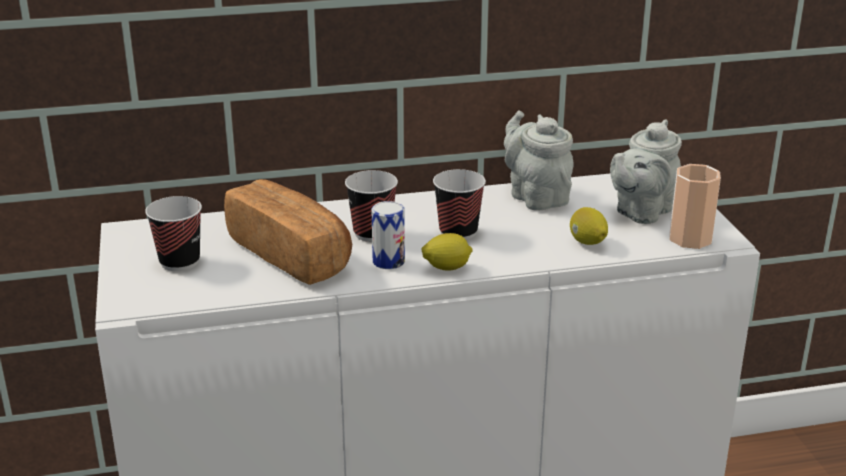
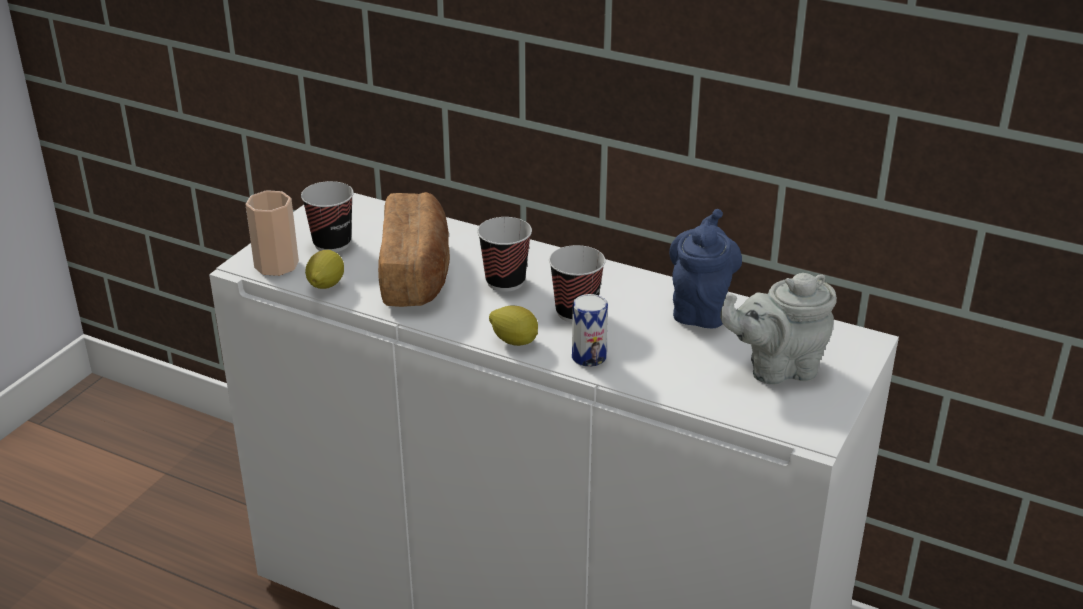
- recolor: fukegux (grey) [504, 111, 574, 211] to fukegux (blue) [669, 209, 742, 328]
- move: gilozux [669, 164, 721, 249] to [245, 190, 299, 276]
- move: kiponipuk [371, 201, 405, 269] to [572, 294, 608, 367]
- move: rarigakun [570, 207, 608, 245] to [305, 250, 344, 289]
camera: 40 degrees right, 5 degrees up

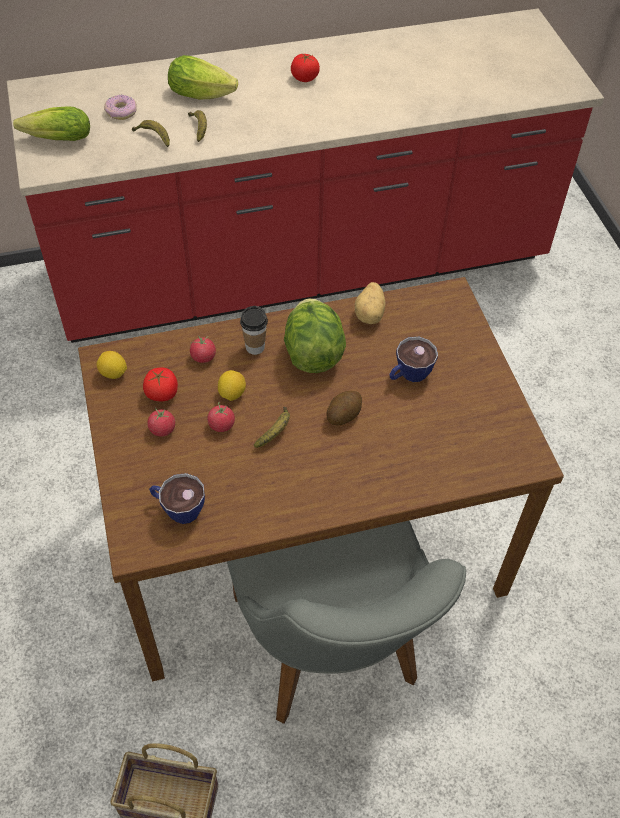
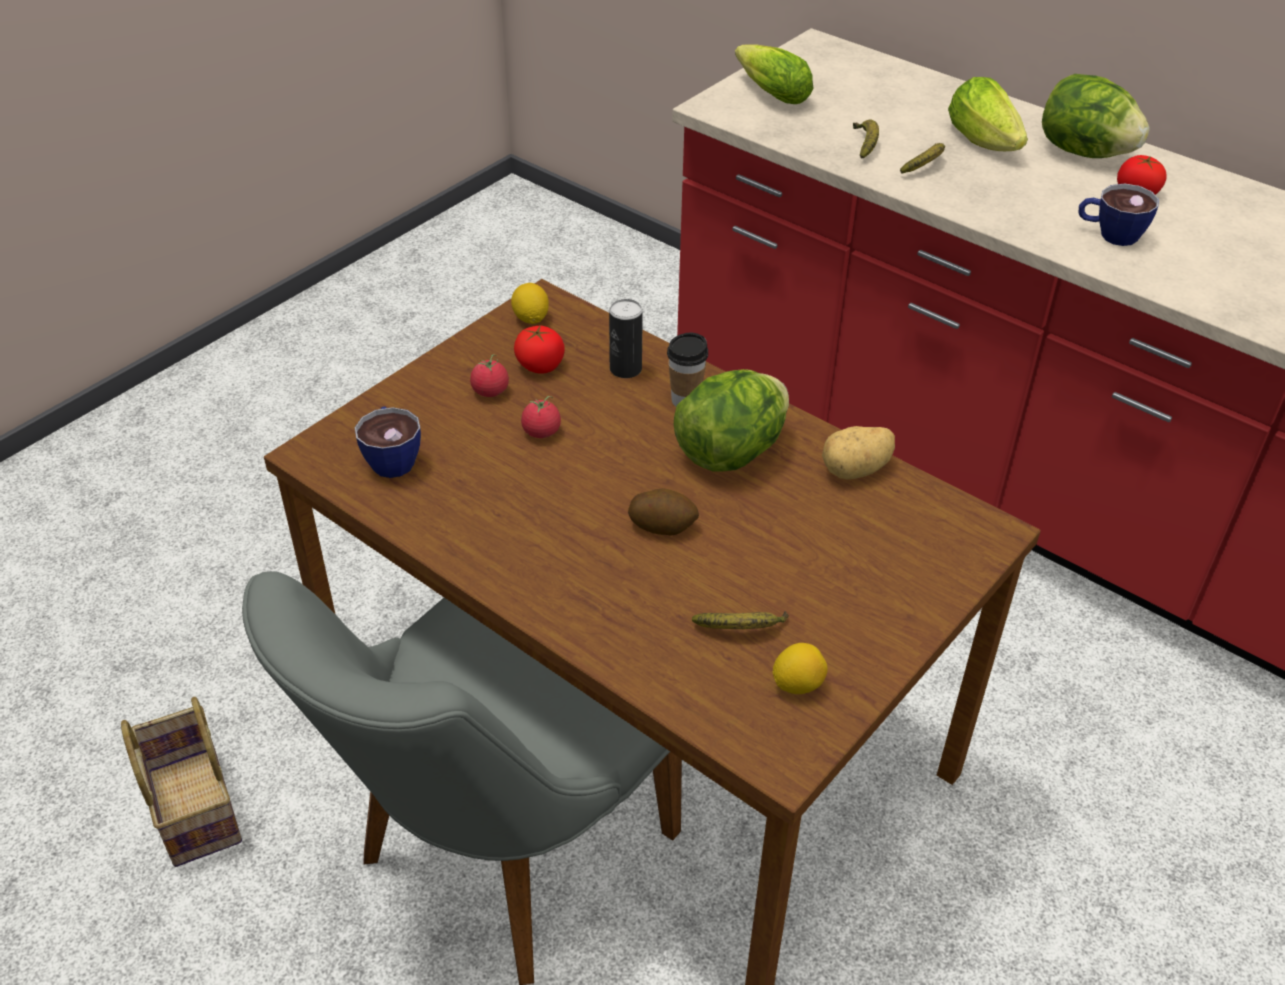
- delete: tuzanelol [104, 94, 137, 120]
- replace: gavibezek [190, 335, 216, 363] to kiponipuk [609, 299, 643, 378]
- move: gilozux [389, 337, 438, 382] to [1078, 183, 1159, 246]
- move: rarigakun [218, 370, 246, 401] to [772, 643, 828, 694]
- move: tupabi [254, 407, 290, 448] to [692, 611, 789, 629]
- insert: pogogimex [1042, 74, 1150, 158]
camera: 55 degrees right, 10 degrees down

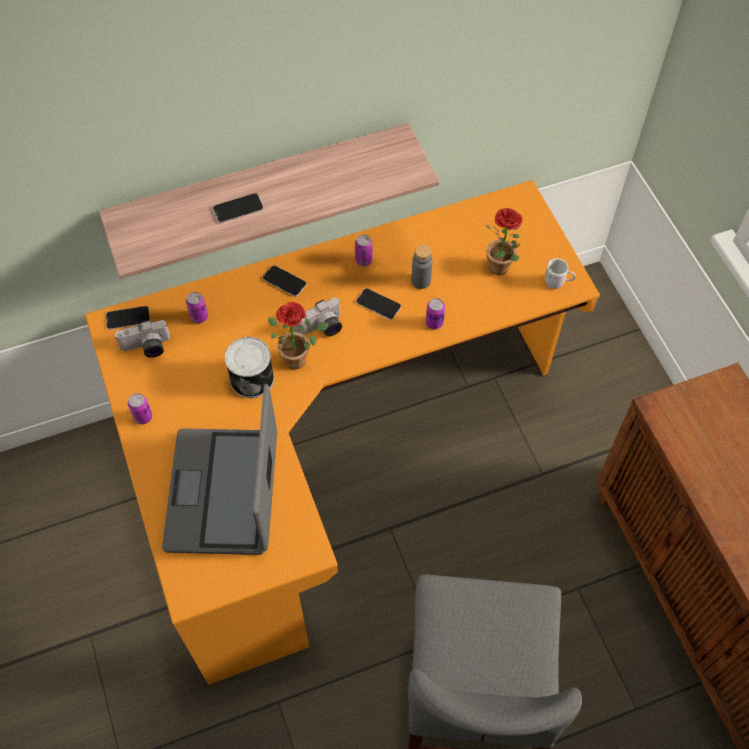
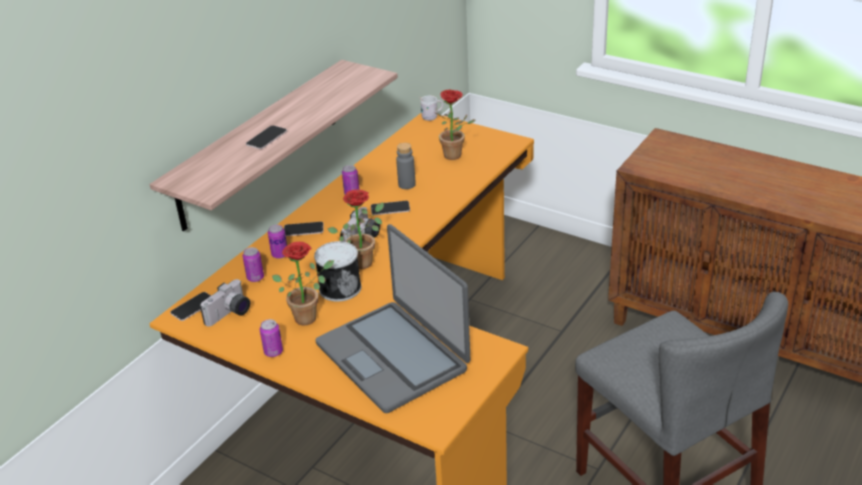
- move: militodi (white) [545, 258, 576, 289] to [419, 95, 443, 121]
- move: kiponipuk [426, 298, 445, 330] to [268, 225, 287, 259]
- insert: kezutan [272, 242, 334, 326]
camera: 35 degrees left, 25 degrees down

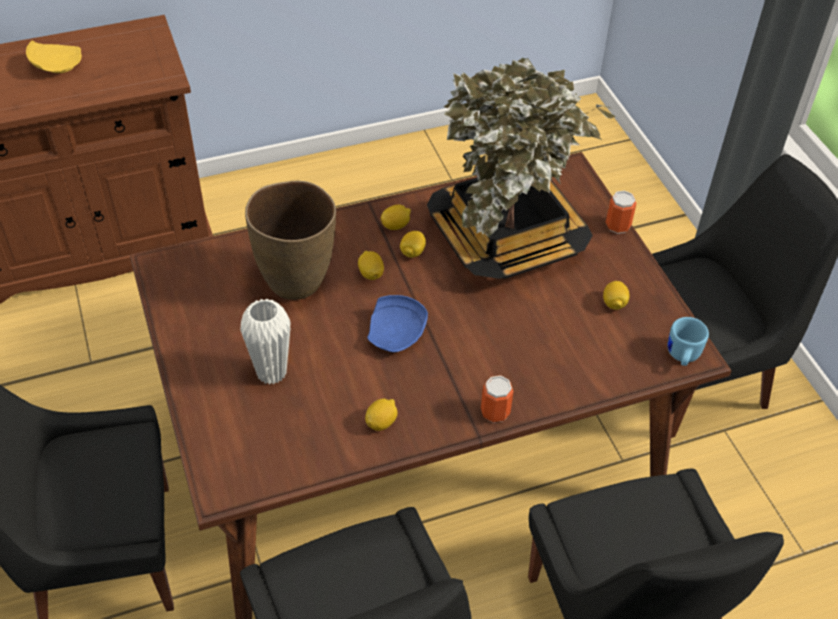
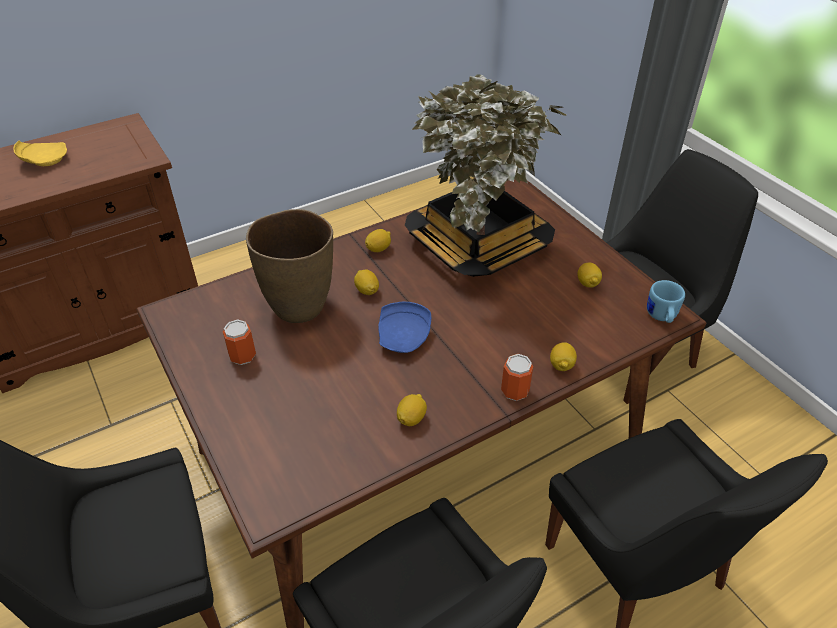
- move: kiponipuk [606, 190, 637, 234] to [223, 319, 256, 365]
- move: rarigakun [400, 231, 426, 258] to [550, 342, 577, 371]
- delete: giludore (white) [240, 299, 291, 385]
camera: 10 degrees left, 5 degrees down

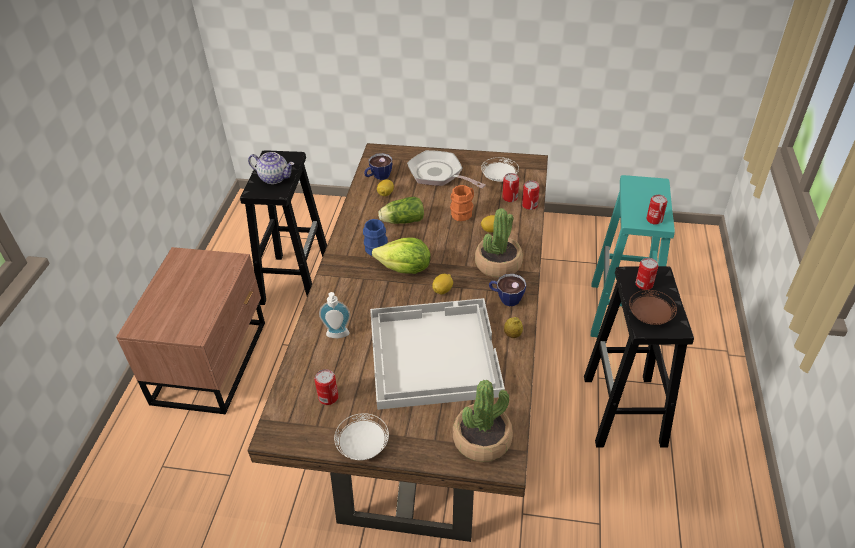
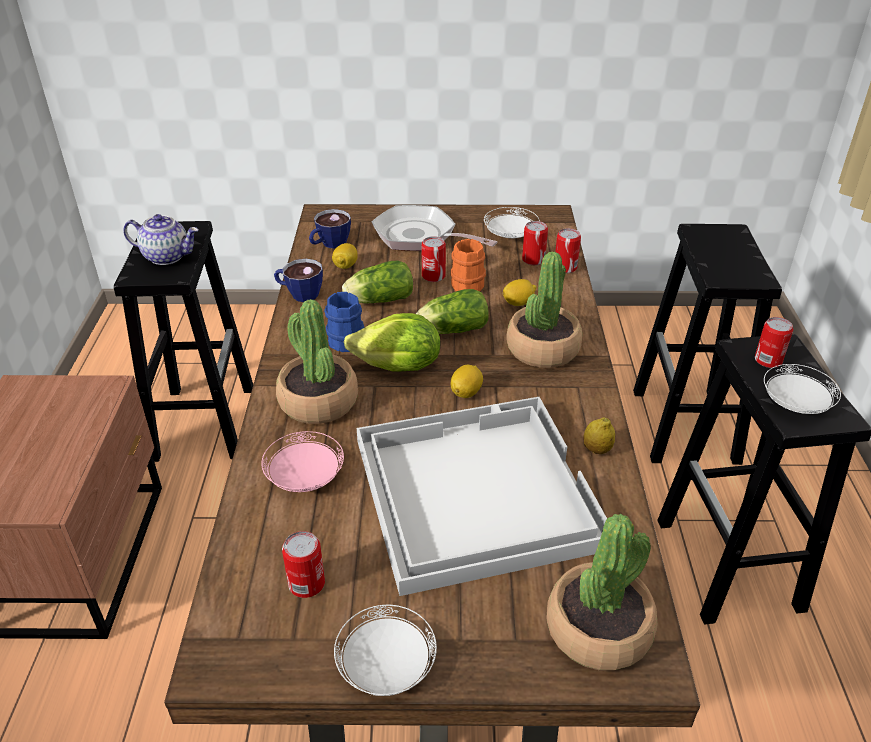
- recolor: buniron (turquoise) [591, 175, 675, 337] to buniron (black) [633, 224, 782, 465]
- move: kiponipuk [646, 194, 667, 225] to [421, 236, 446, 282]
- move: gilozux [489, 274, 526, 306] to [274, 259, 323, 302]
- recolor: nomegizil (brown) [629, 290, 677, 325] to nomegizil (white) [764, 364, 841, 414]
- replace: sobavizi [319, 292, 350, 338] to nomegizil (pink) [261, 431, 344, 492]
- insert: pogogimex [416, 289, 489, 334]
- insert: kezutan [276, 299, 358, 424]
camera: 10 degrees left, 5 degrees down

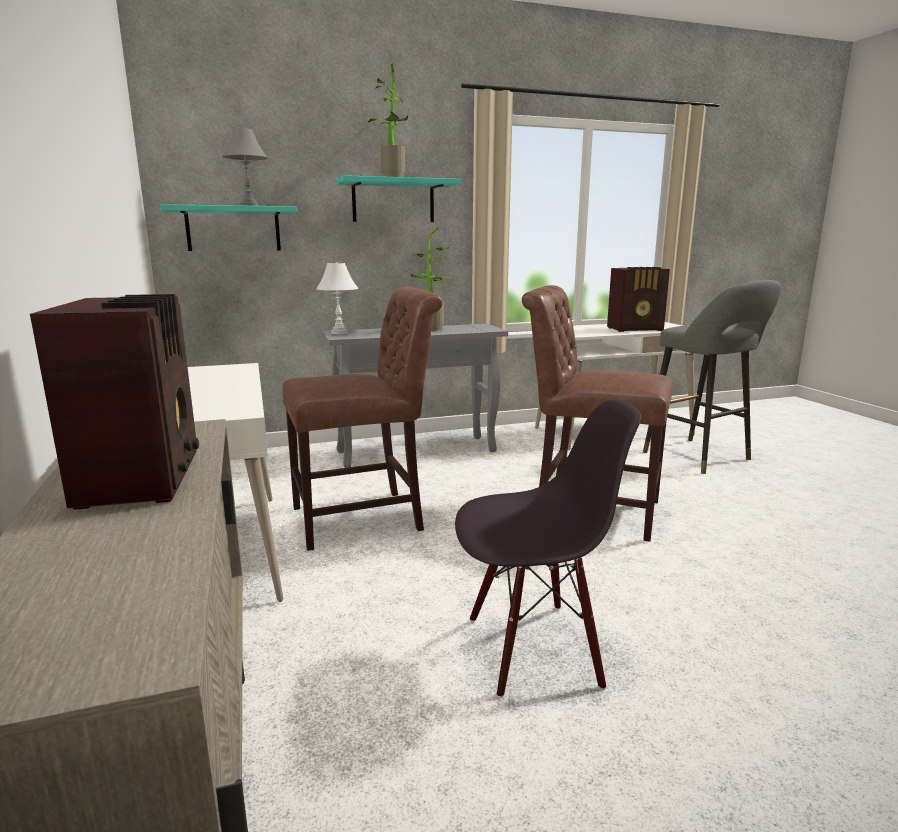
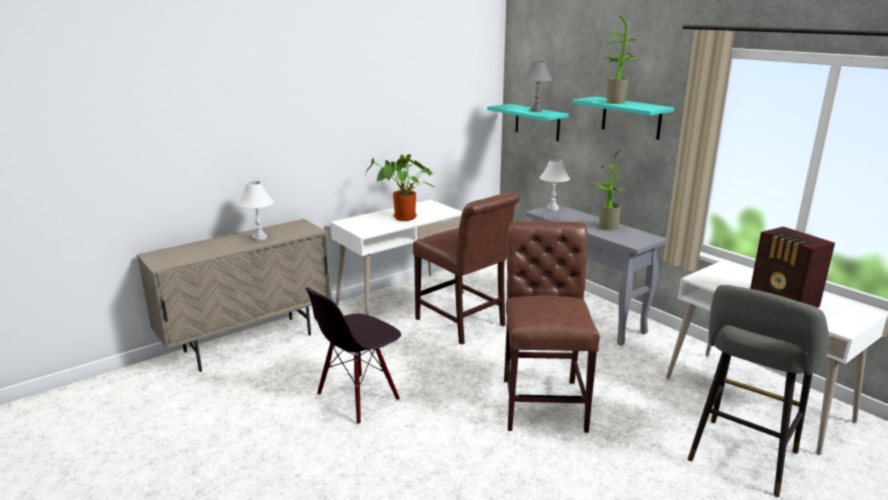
- replace: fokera [30, 294, 199, 510] to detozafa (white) [238, 181, 274, 241]
- rotate: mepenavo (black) [455, 399, 641, 698] = [305, 287, 401, 425] 75 degrees clockwise
- insert: kezutan [365, 154, 434, 221]
camera: 70 degrees right, 5 degrees up

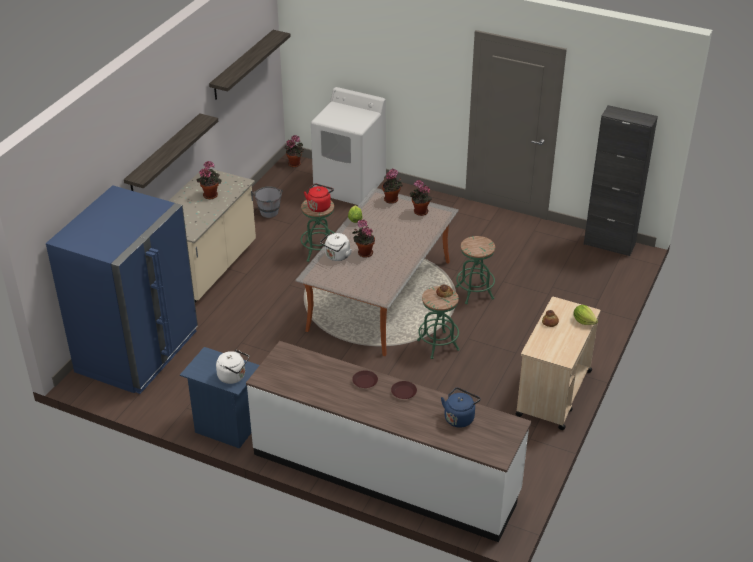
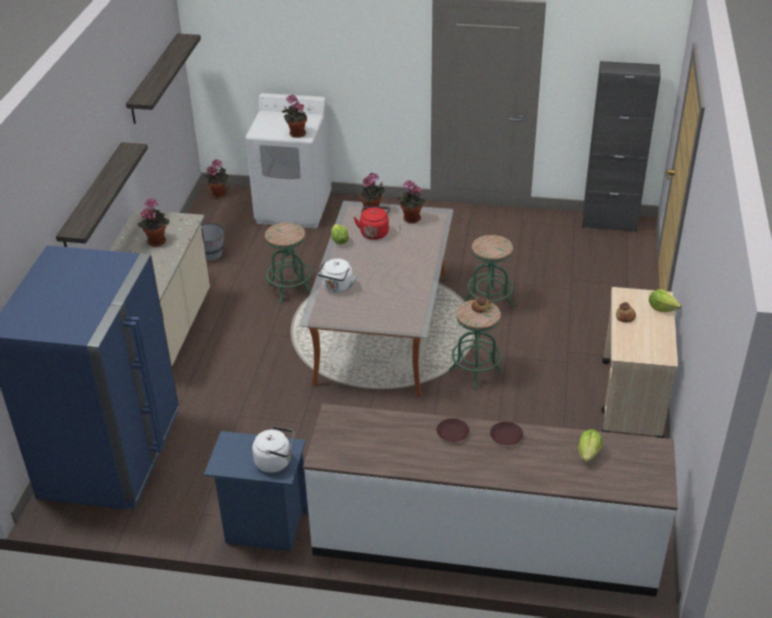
- move: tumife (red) [304, 184, 334, 212] to [354, 205, 390, 240]
- move: kezutan [352, 219, 375, 258] to [282, 95, 307, 138]
- replace: tumife (blue) [441, 388, 481, 428] to pogogimex [578, 429, 603, 462]
camera: 15 degrees left, 0 degrees up

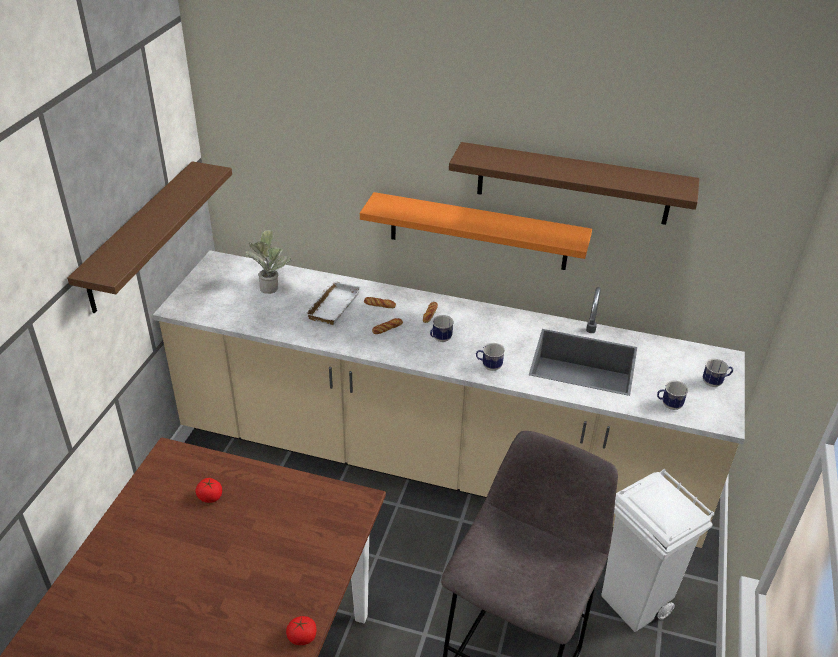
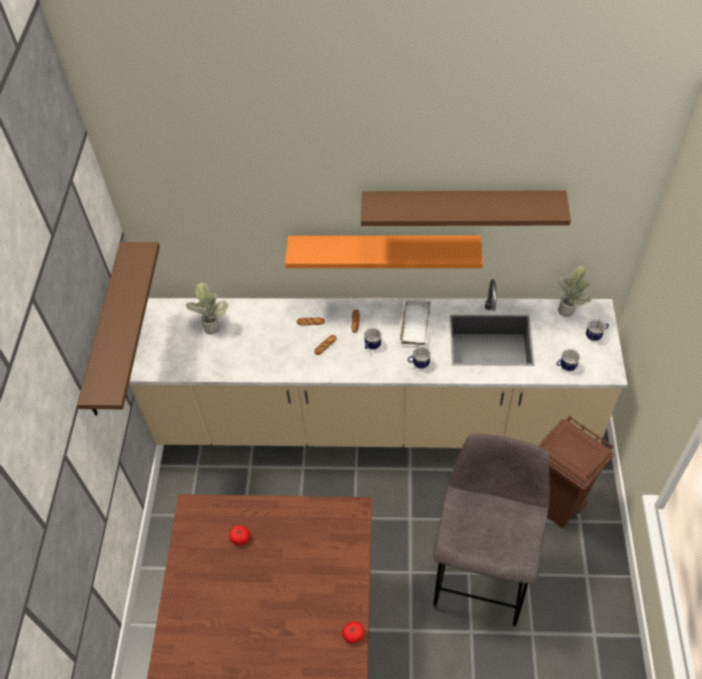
- move: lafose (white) [304, 281, 361, 325] to [398, 299, 431, 345]
- recolor: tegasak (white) [601, 469, 714, 632] to tegasak (brown) [538, 416, 614, 528]
- insert: kezutan [556, 266, 592, 317]
camera: 10 degrees left, 15 degrees up

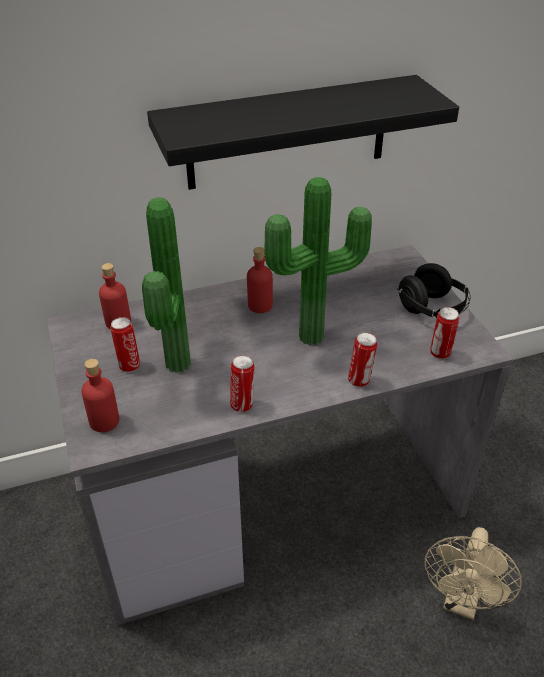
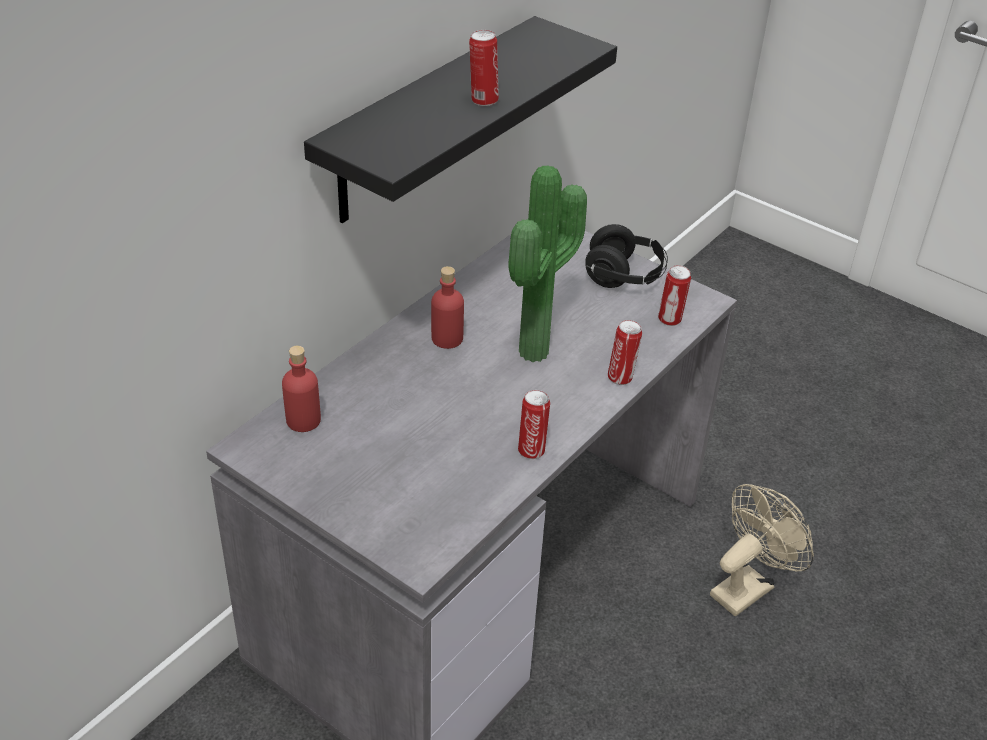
- delete: kezutan [142, 197, 191, 373]
- move: kiponipuk [110, 317, 140, 372] to [469, 30, 499, 106]
- delete: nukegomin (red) [81, 359, 119, 432]
- rotate: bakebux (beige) [424, 527, 522, 620] = [710, 484, 814, 616] 120 degrees counterclockwise
camera: 35 degrees left, 0 degrees up

